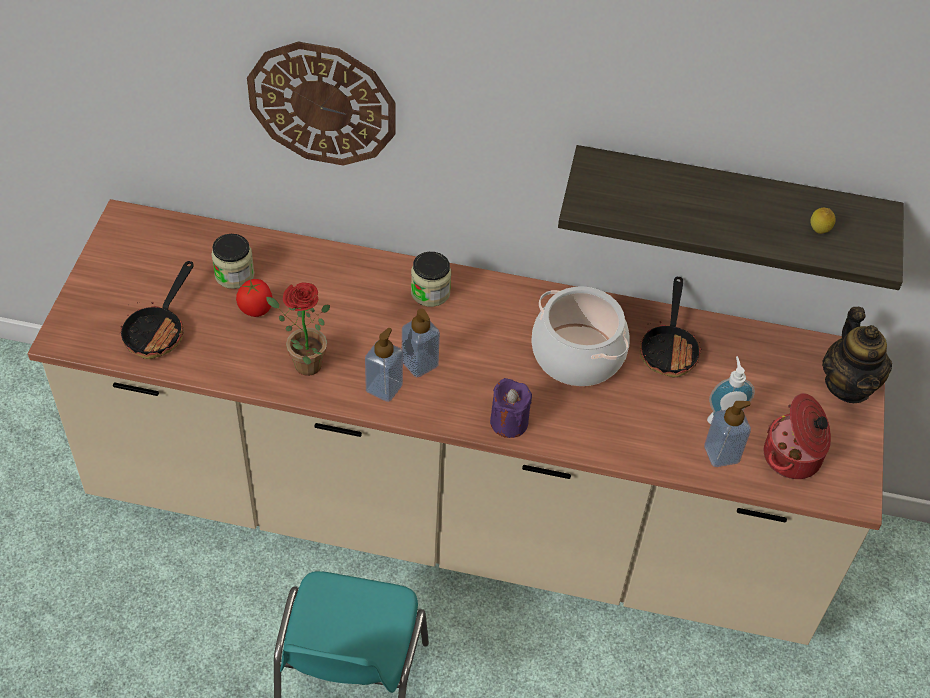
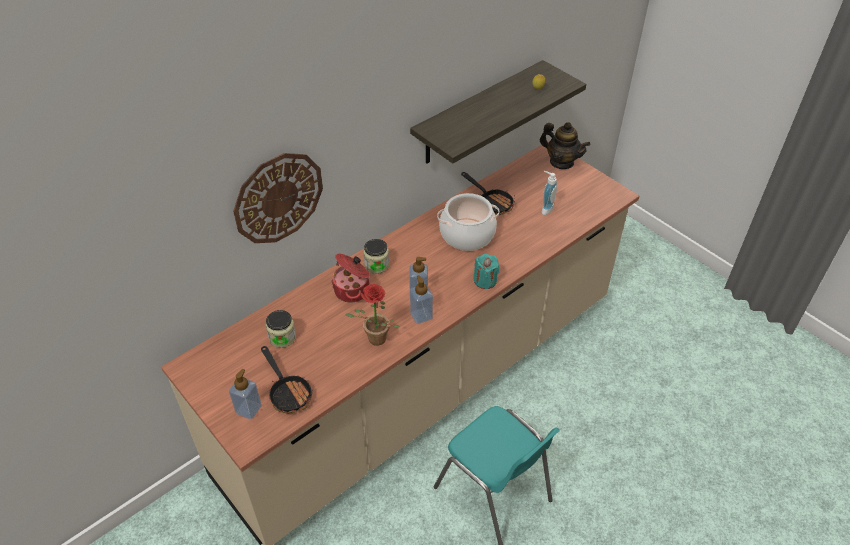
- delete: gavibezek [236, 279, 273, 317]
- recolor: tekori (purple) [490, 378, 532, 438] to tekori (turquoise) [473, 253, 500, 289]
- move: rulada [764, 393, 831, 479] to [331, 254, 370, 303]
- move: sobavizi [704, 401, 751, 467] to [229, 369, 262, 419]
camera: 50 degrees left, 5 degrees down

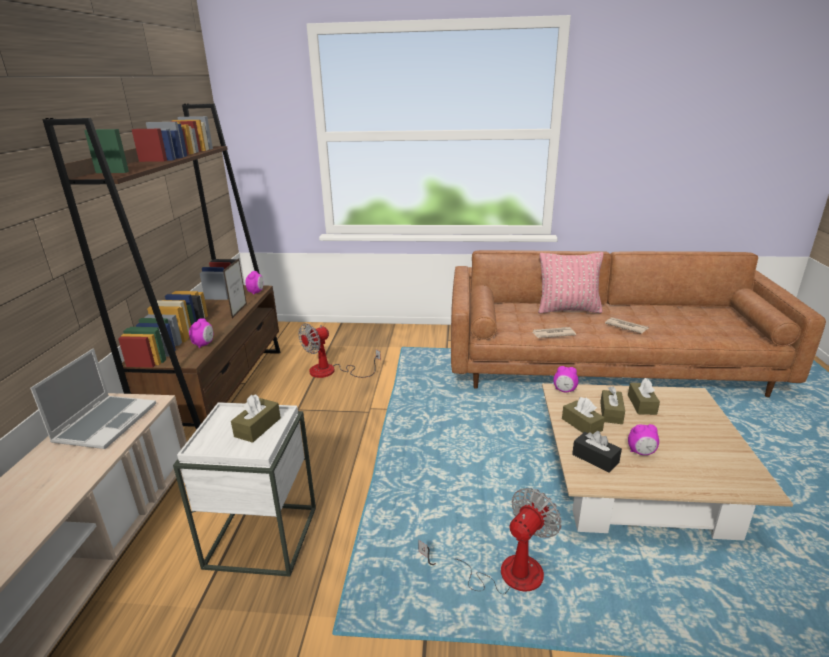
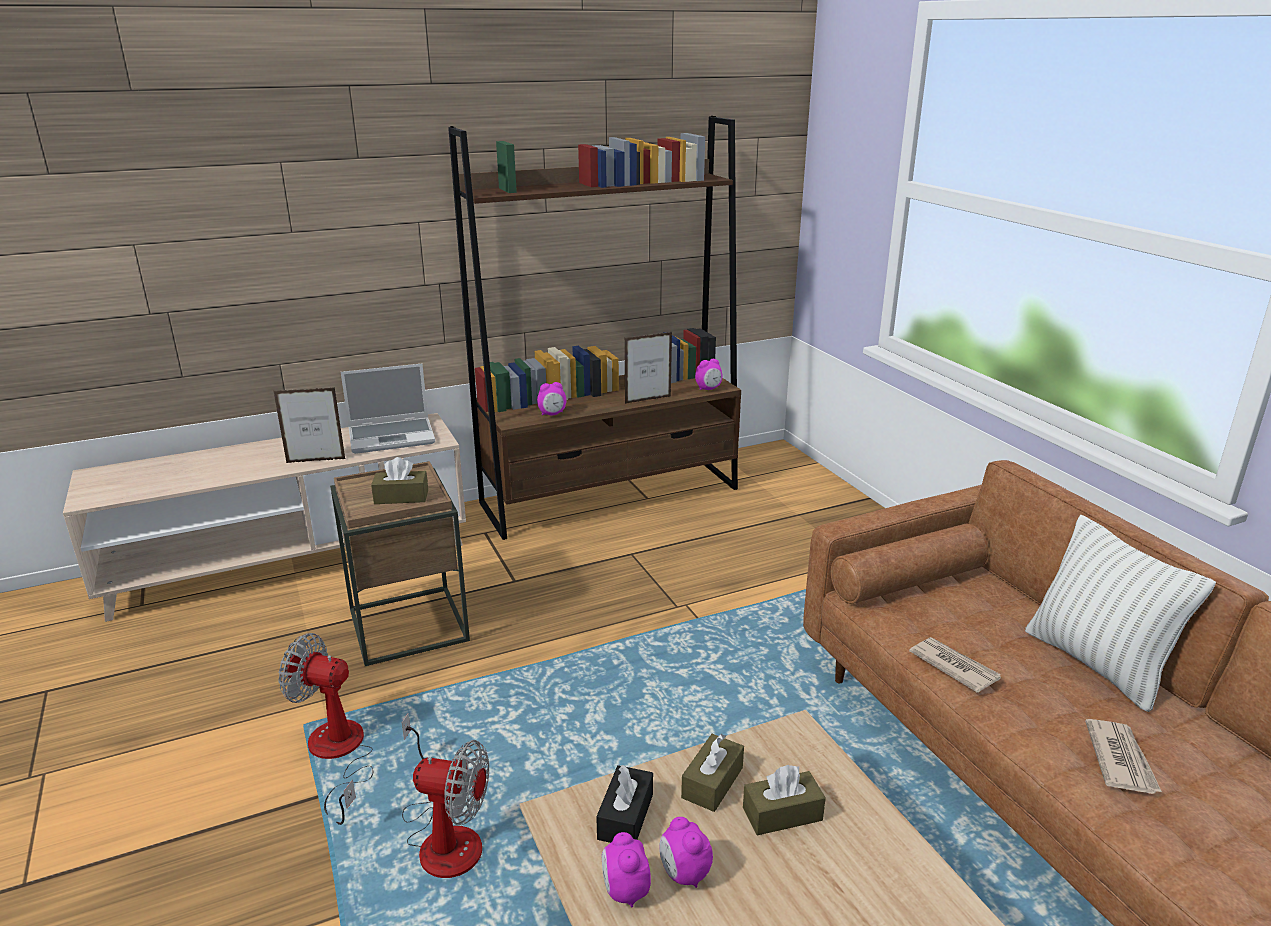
- recolor: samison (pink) [538, 252, 603, 313] to samison (white) [1025, 515, 1216, 712]
- move: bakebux [298, 323, 381, 378] to [278, 633, 374, 825]
- move: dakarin [554, 366, 578, 392] to [602, 832, 651, 907]
- delete: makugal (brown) [628, 378, 660, 415]
- recolor: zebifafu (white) [173, 402, 316, 577] to zebifafu (brown) [330, 461, 470, 666]
- insert: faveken [274, 387, 345, 463]
camera: 60 degrees right, 0 degrees up

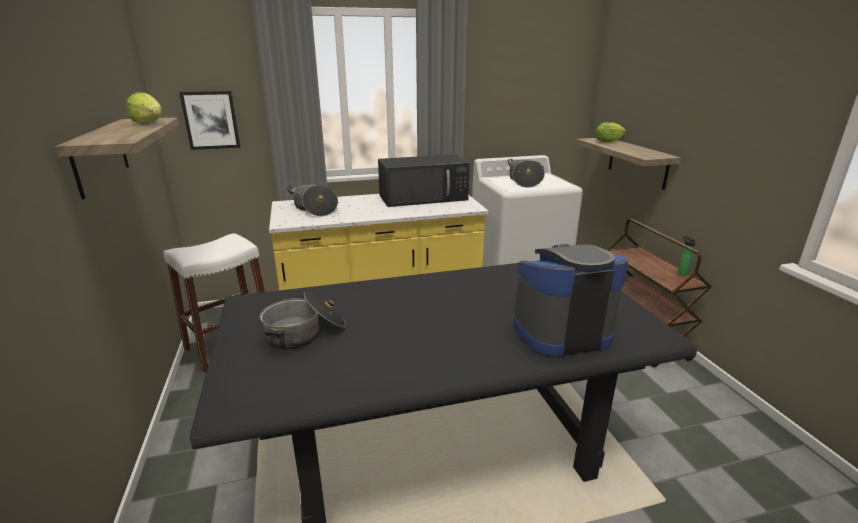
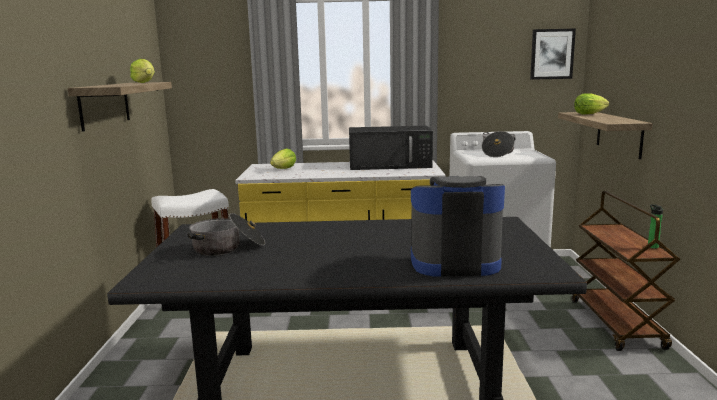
- move: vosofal [179, 91, 240, 150] to [530, 28, 576, 80]
- replace: rulada [287, 184, 338, 216] to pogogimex [270, 149, 296, 169]
camera: 15 degrees right, 10 degrees down

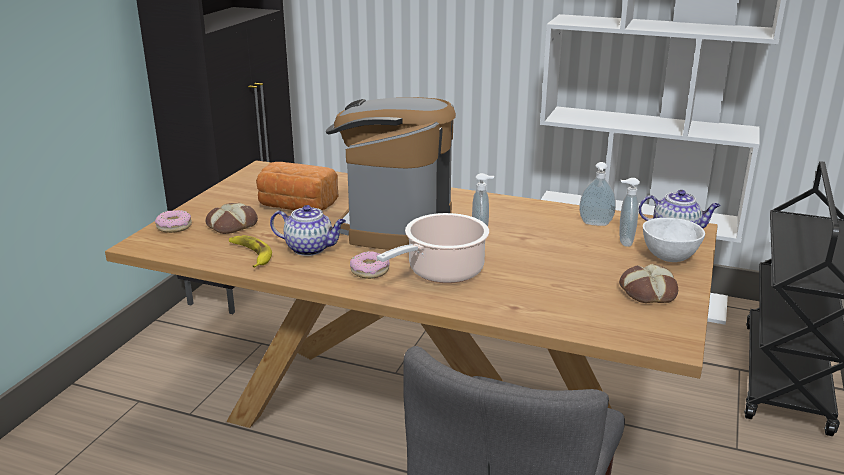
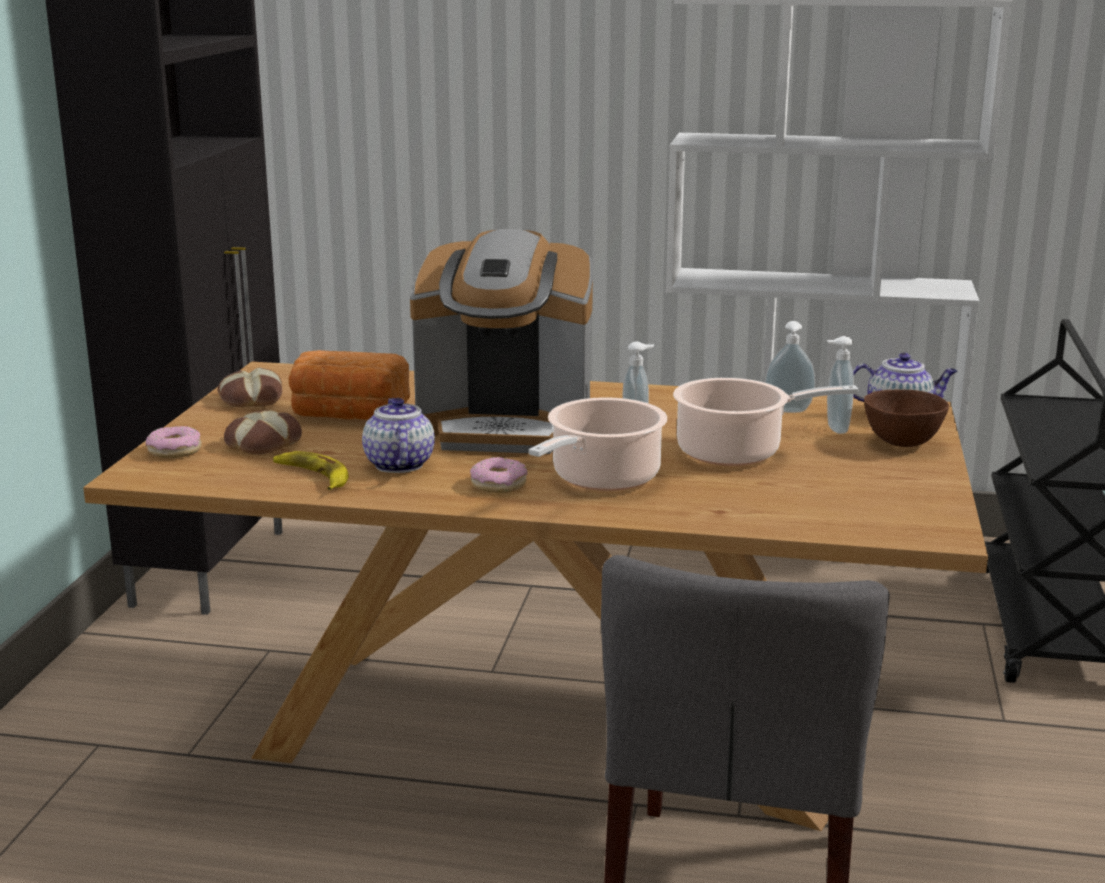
- rotate: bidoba [326, 97, 456, 250] = [410, 229, 593, 454] 90 degrees counterclockwise
- rotate: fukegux [270, 205, 346, 256] = [362, 398, 435, 473] 105 degrees counterclockwise
- recolor: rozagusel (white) [643, 218, 705, 262] to rozagusel (brown) [864, 390, 949, 447]
- move: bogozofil [619, 264, 678, 303] to [217, 367, 282, 407]
- insert: rulada [673, 378, 859, 466]
camera: 10 degrees left, 5 degrees down

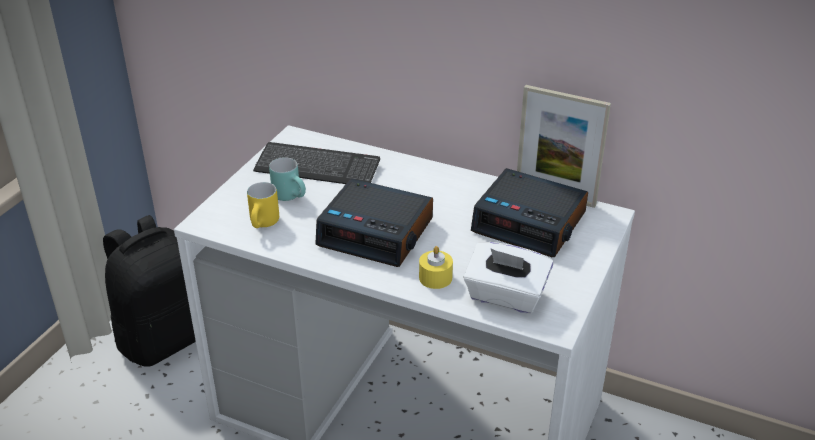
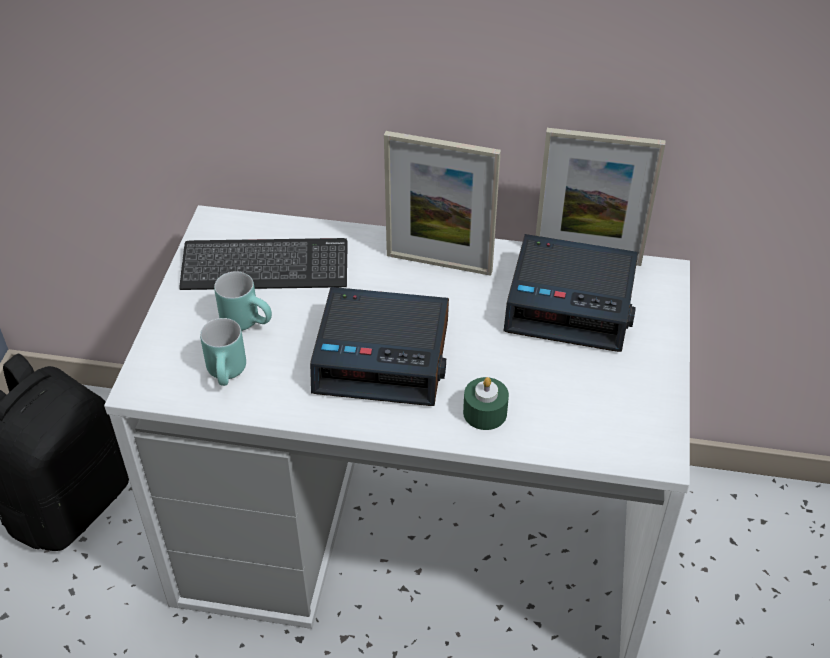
- recolor: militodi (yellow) [247, 182, 279, 228] to militodi (turquoise) [200, 318, 246, 386]
- delete: makugal (white) [463, 242, 553, 314]
- recolor: tekori (yellow) [419, 246, 453, 289] to tekori (green) [463, 377, 509, 430]
- insert: faveken [384, 131, 501, 276]
camera: 15 degrees left, 10 degrees up

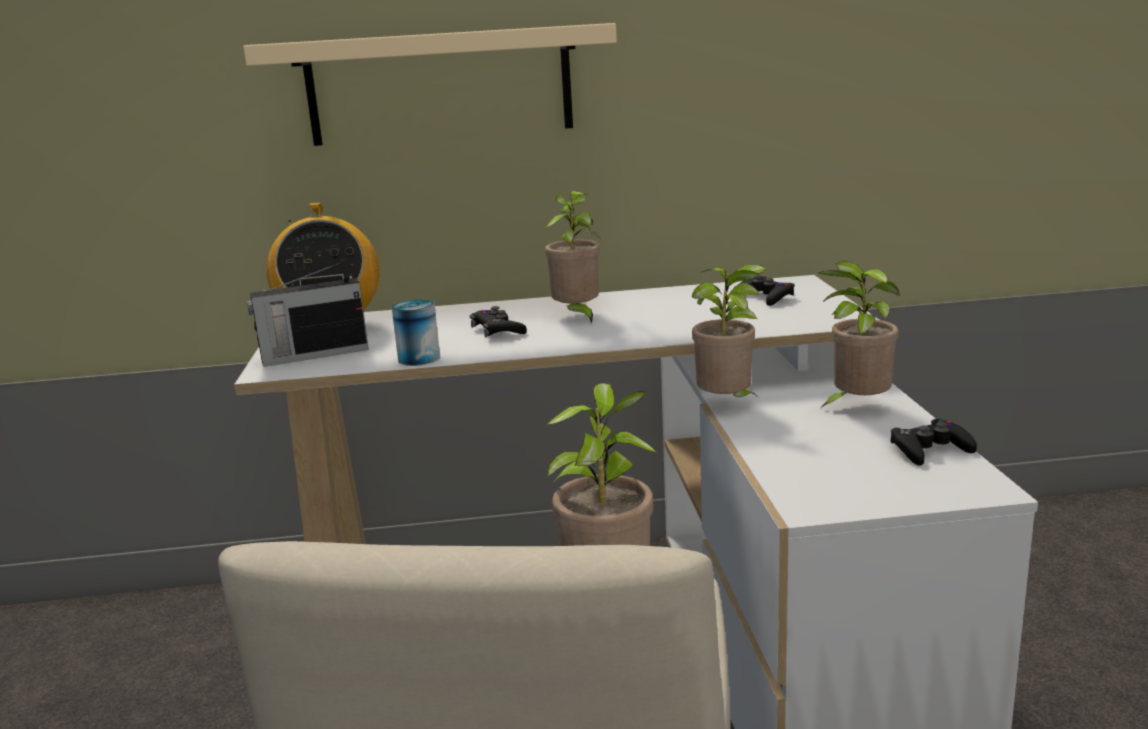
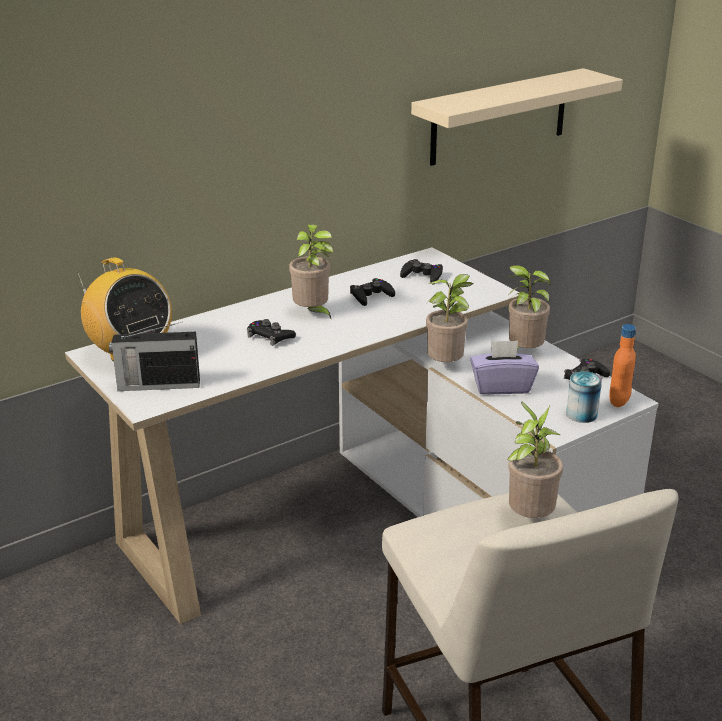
- move: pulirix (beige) [243, 23, 617, 146] to [411, 68, 623, 166]
- rotate: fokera [247, 262, 369, 367] = [109, 322, 200, 391] 45 degrees clockwise
- move: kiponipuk [392, 299, 440, 366] to [566, 371, 602, 423]
- insert: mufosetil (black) [350, 278, 395, 306]
- insert: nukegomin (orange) [609, 324, 636, 407]
- insert: makugal (purple) [470, 340, 539, 395]
camera: 30 degrees left, 10 degrees up

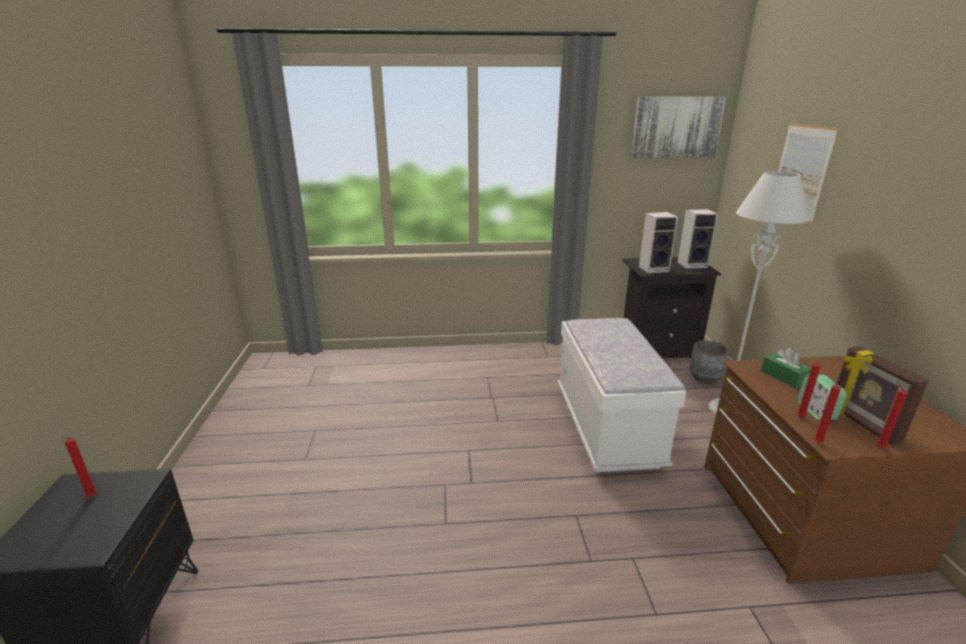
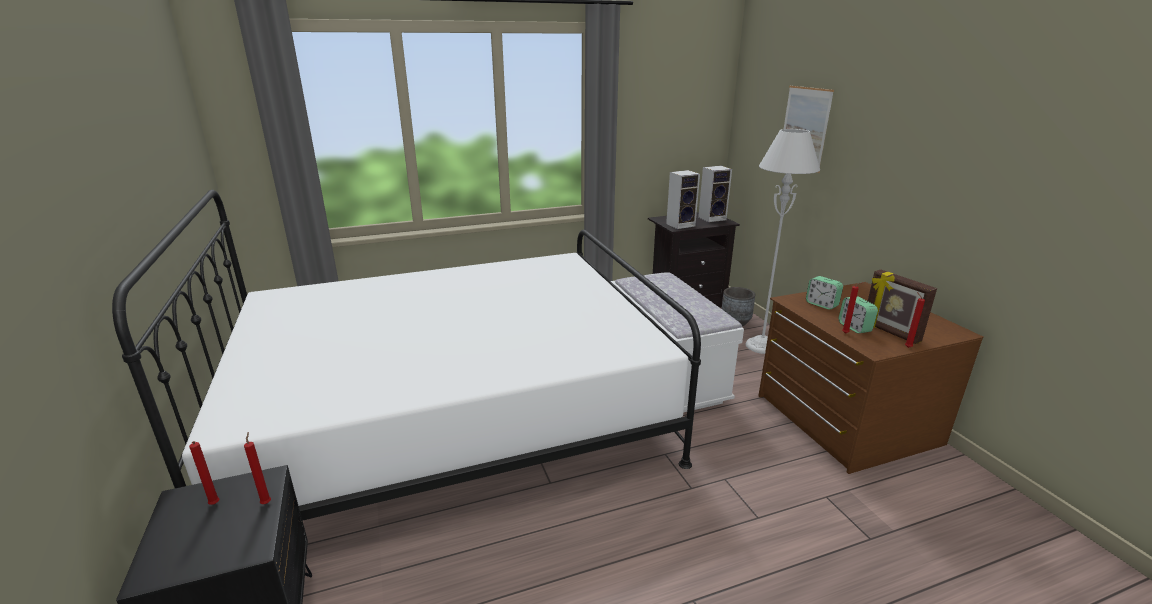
- delete: vosofal [631, 97, 726, 158]
- replace: makugal (green) [761, 348, 811, 389] to dakarin [806, 276, 843, 310]
- move: tekori (red) [814, 377, 841, 443] to [244, 432, 271, 504]
- insert: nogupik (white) [112, 190, 701, 521]
camera: 15 degrees left, 0 degrees up

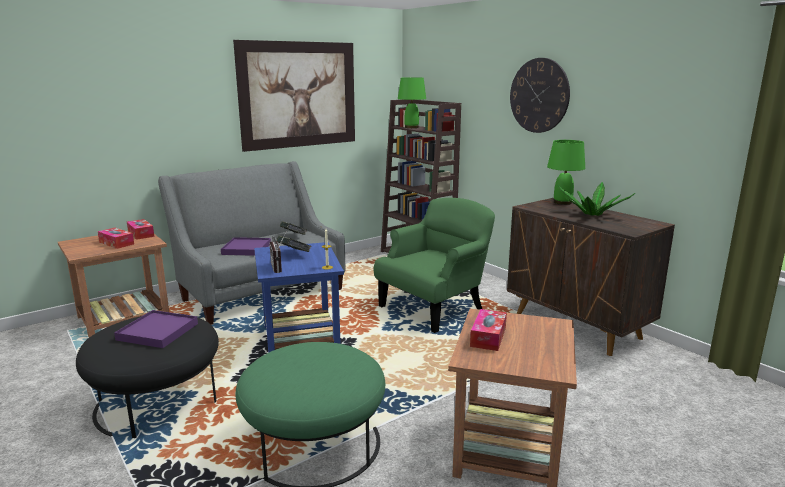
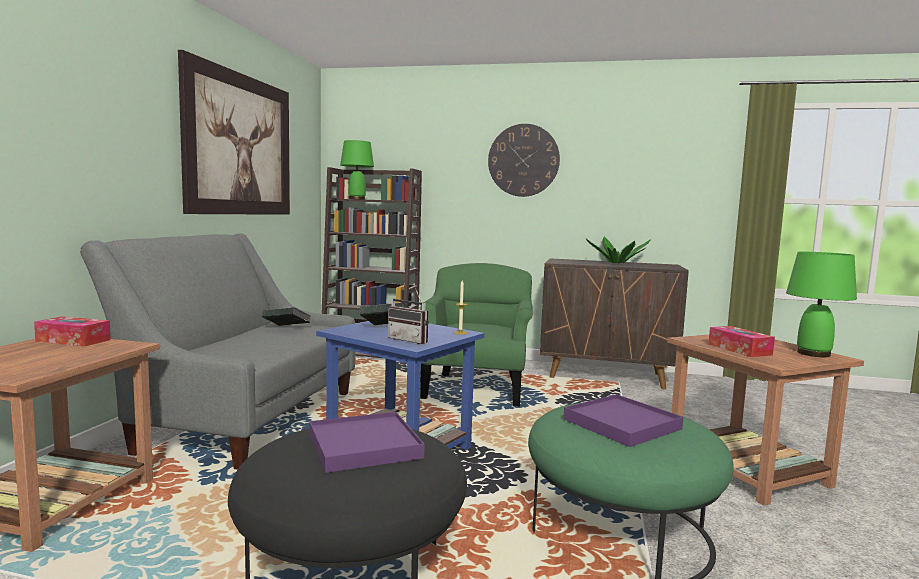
- move: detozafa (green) [547, 140, 585, 205] to [786, 252, 857, 357]
- delete: makugal [98, 228, 134, 249]
- move: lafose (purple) [221, 237, 271, 256] to [563, 394, 684, 447]
camera: 40 degrees left, 10 degrees down

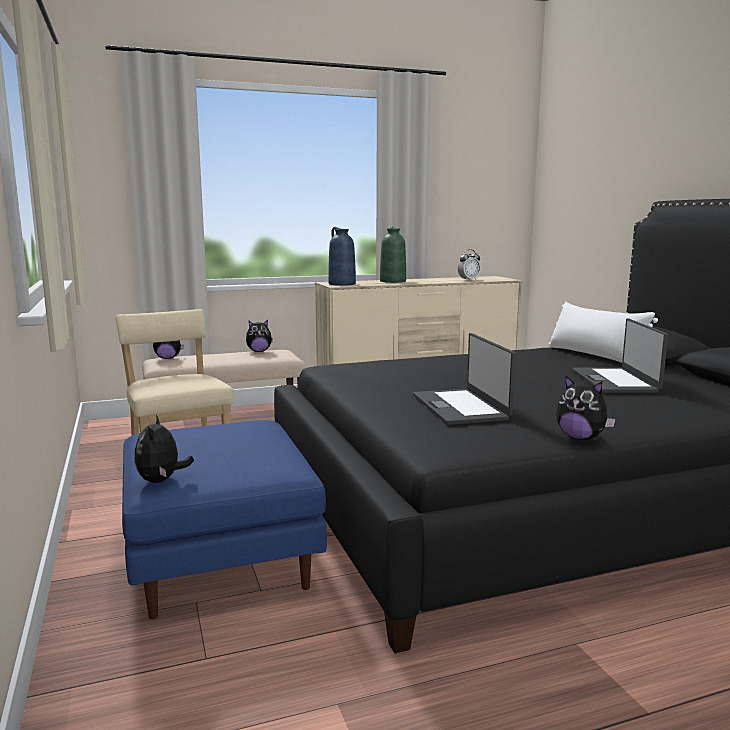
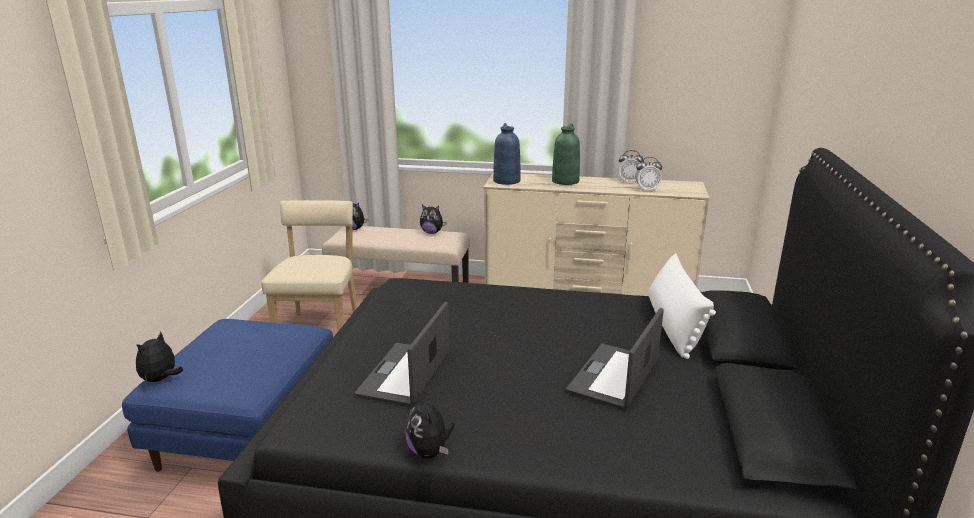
- insert: dakarin [619, 150, 644, 184]
camera: 30 degrees right, 10 degrees up

